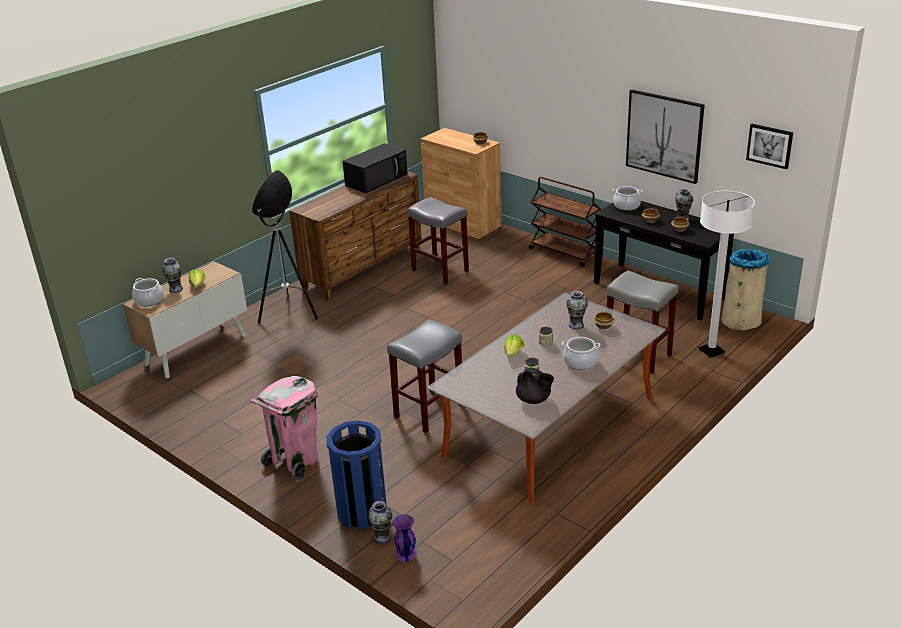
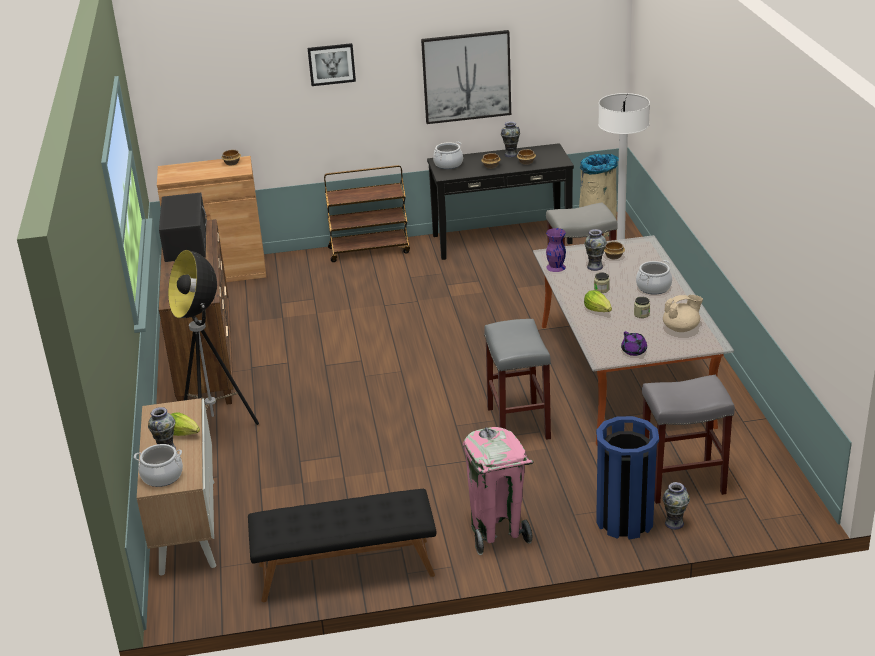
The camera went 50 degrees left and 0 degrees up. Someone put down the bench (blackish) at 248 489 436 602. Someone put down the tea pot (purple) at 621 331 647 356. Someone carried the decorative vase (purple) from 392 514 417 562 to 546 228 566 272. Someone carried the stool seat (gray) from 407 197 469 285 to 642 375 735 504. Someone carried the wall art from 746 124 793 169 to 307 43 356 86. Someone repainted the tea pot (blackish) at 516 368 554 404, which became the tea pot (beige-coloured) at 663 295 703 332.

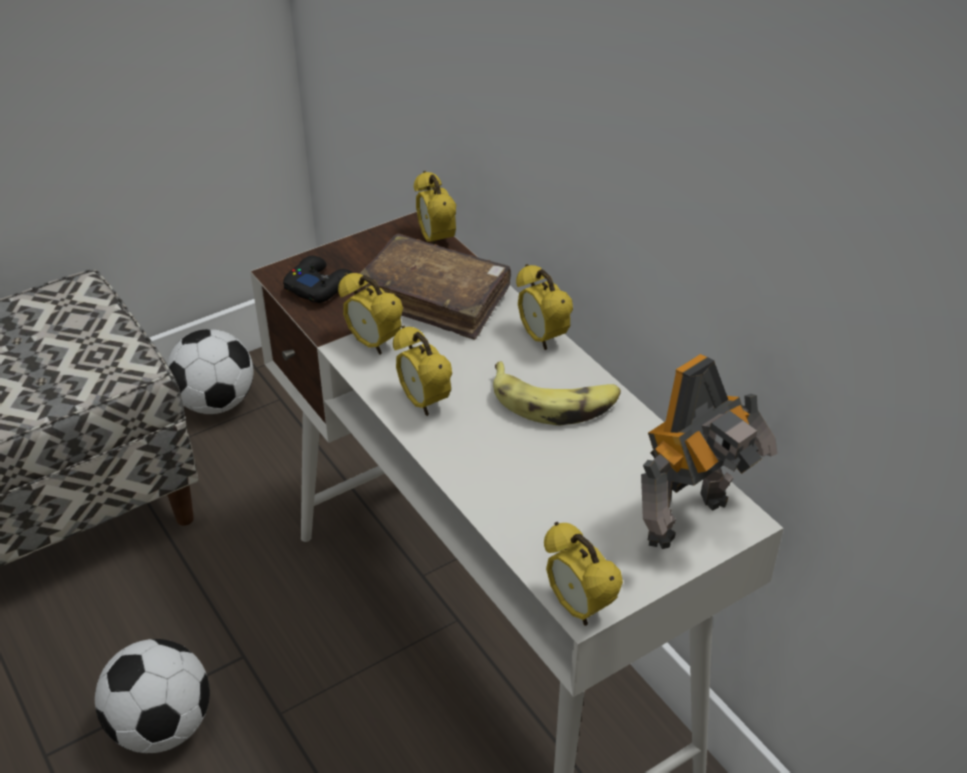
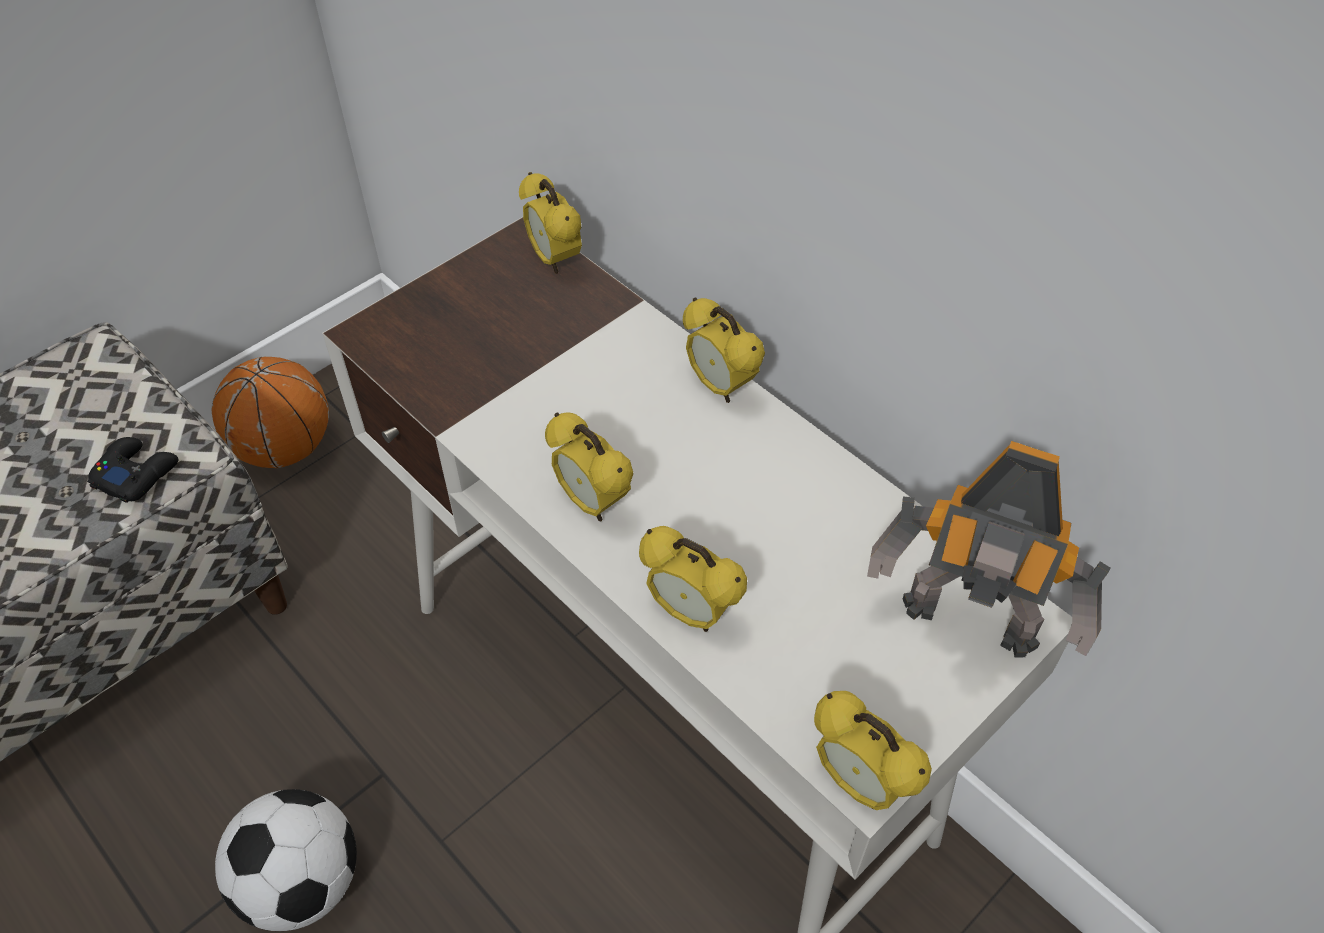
The camera went 10 degrees left and 10 degrees up. Someone took away the book (brownish) at 360 234 511 340. Someone took away the banana at 493 361 621 426. Someone carried the gamepad (blackish) from 283 256 353 303 to 87 437 178 503. Someone carried the alarm clock from 338 273 403 355 to 639 526 747 632. Someone swapped the football ball at 167 329 254 414 for the ball for basketball at 211 357 329 468. Someone rotated the robot figure at 641 354 777 549 by 75 degrees clockwise.

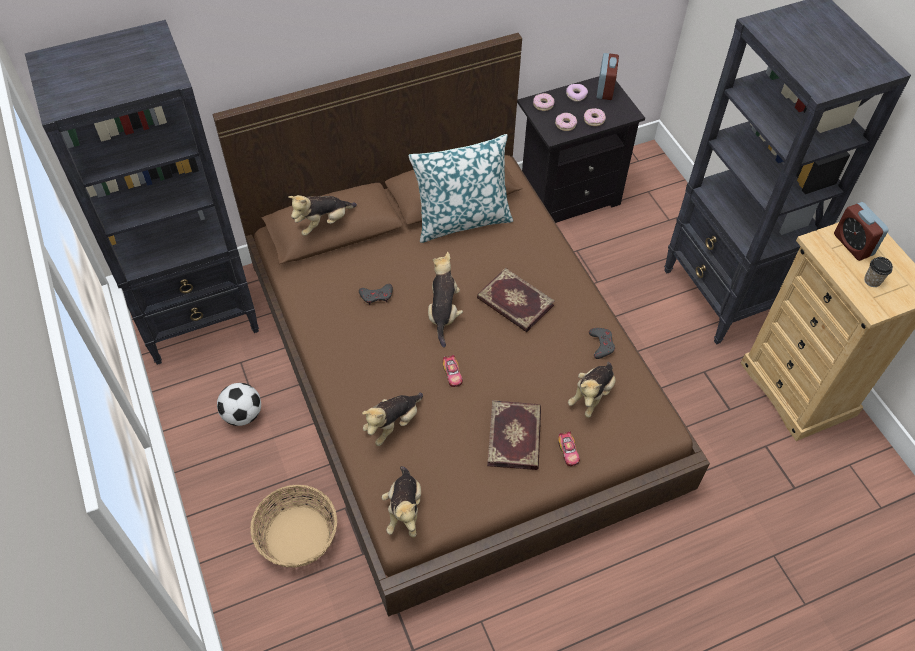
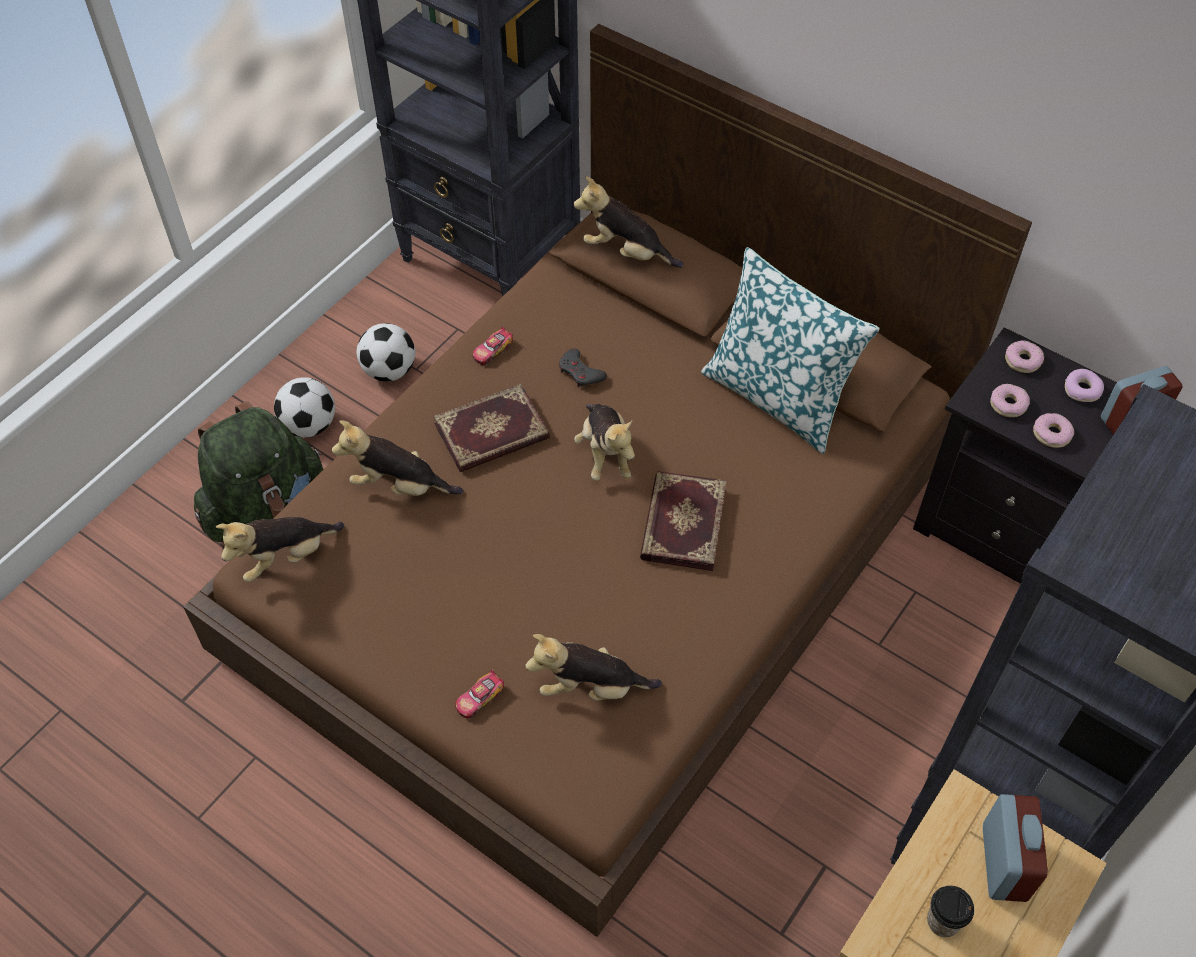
The camera went 60 degrees right and 0 degrees up. Someone took away the gamepad (gray) at 589 328 615 359. Someone put down the football ball at 274 377 335 437. Someone carried the toy car from 443 355 463 387 to 473 326 513 365. Someone carried the book from 487 400 541 470 to 433 384 550 472. Someone swapped the basket at 250 485 337 568 for the rucksack (green) at 194 401 323 542. Someone rotated the cuddly toy at 428 252 463 348 by 105 degrees clockwise. Someone rotated the alarm clock at 834 202 889 261 by 150 degrees clockwise.

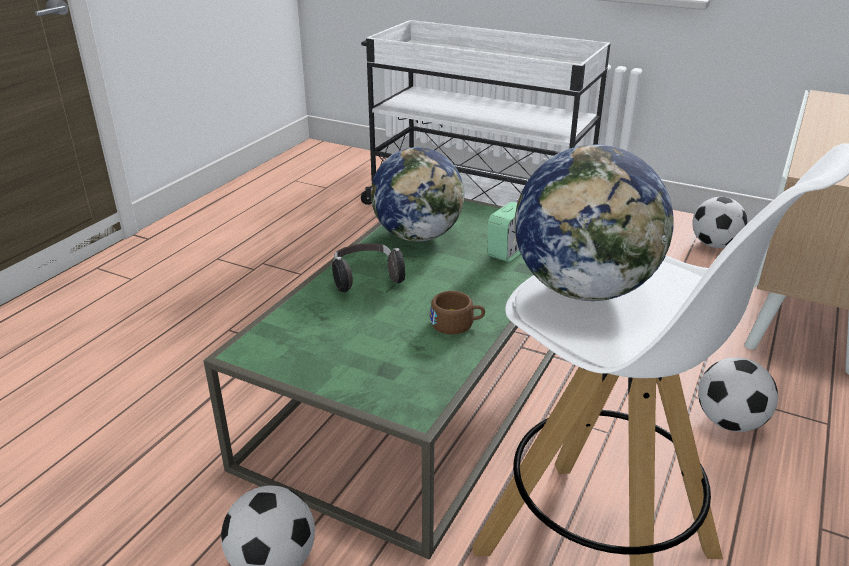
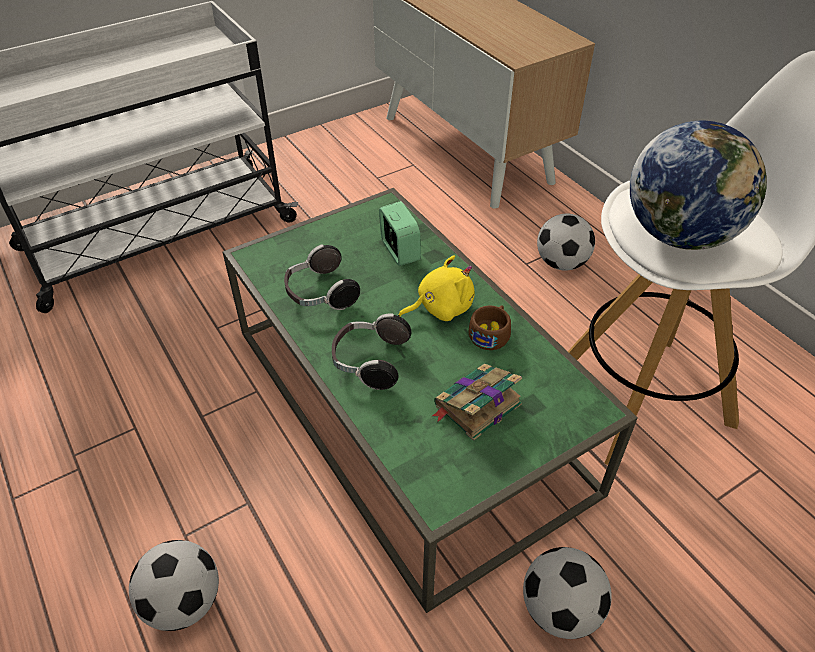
The camera went 60 degrees left and 15 degrees up. Someone put down the cuddly toy (yellowish) at 398 255 475 321. Someone put down the book at 431 363 522 441. Someone carried the football ball from 692 197 747 248 to 129 540 219 631. Someone swapped the world globe at 371 147 464 242 for the headset at 284 244 360 310.

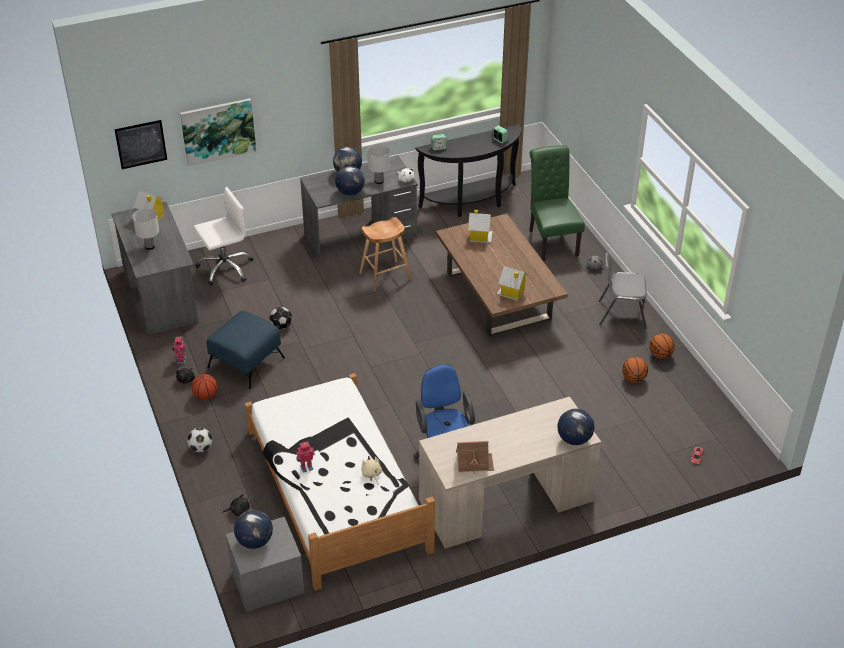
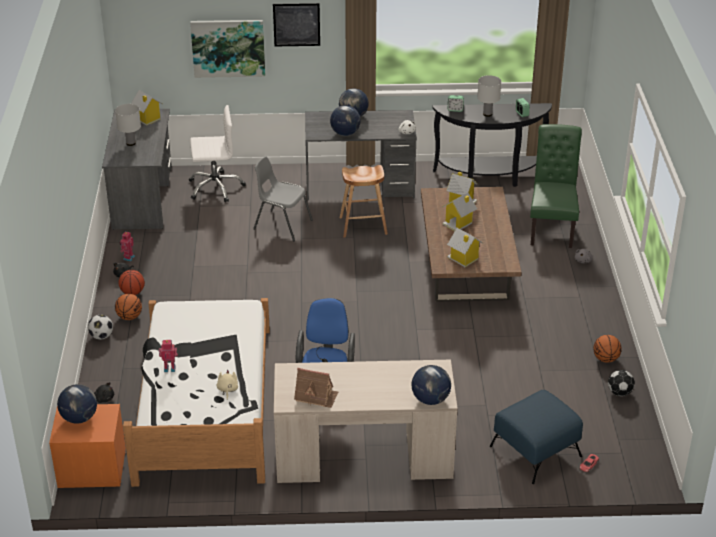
The camera went 20 degrees right and 5 degrees down. Someone put down the model house at 442 193 477 231. Someone carried the wall art from 114 120 167 169 to 273 3 320 46. Someone carried the ottoman (blue-coloured) from 206 311 285 389 to 489 390 583 484. Someone carried the football ball from 270 307 292 329 to 608 370 635 396. Someone carried the table lamp (white) from 367 144 390 184 to 477 75 501 117. Someone carried the upright chair (gray) from 599 253 647 329 to 253 156 313 241. Someone carried the ball for basketball from 622 357 648 383 to 115 294 142 320. Someone repainted the night table (gray) at 226 517 305 612, which became the night table (orange-coloured) at 49 404 126 488.

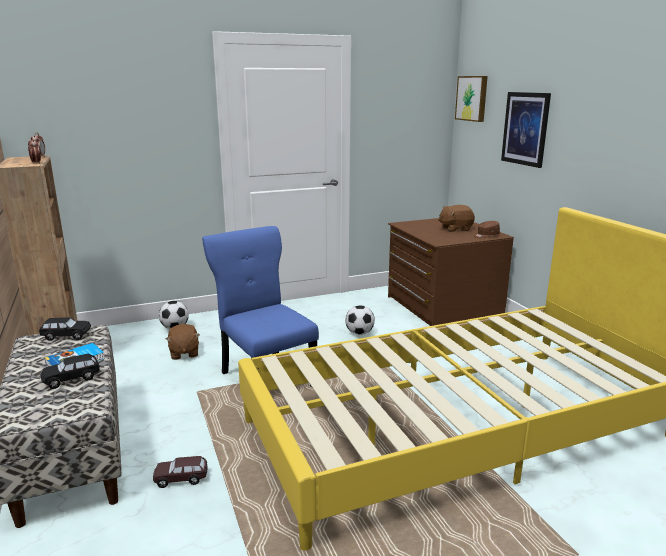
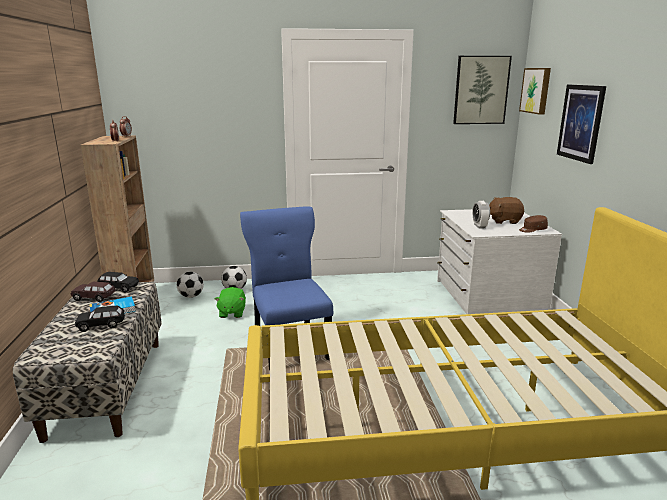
The camera went 15 degrees right and 0 degrees up. Someone put up the wall art at 453 56 512 124. Someone put down the alarm clock at 472 201 490 228. Someone carried the toy car (brownish) from 153 456 208 488 to 71 282 115 302. Someone carried the football ball from 345 305 375 335 to 177 272 204 298. Someone repainted the cuddly toy (brownish) at 166 324 200 360, which became the cuddly toy (green) at 215 287 246 318. Someone repainted the drawer chest (brownish) at 388 218 514 326, which became the drawer chest (white) at 437 209 562 314.

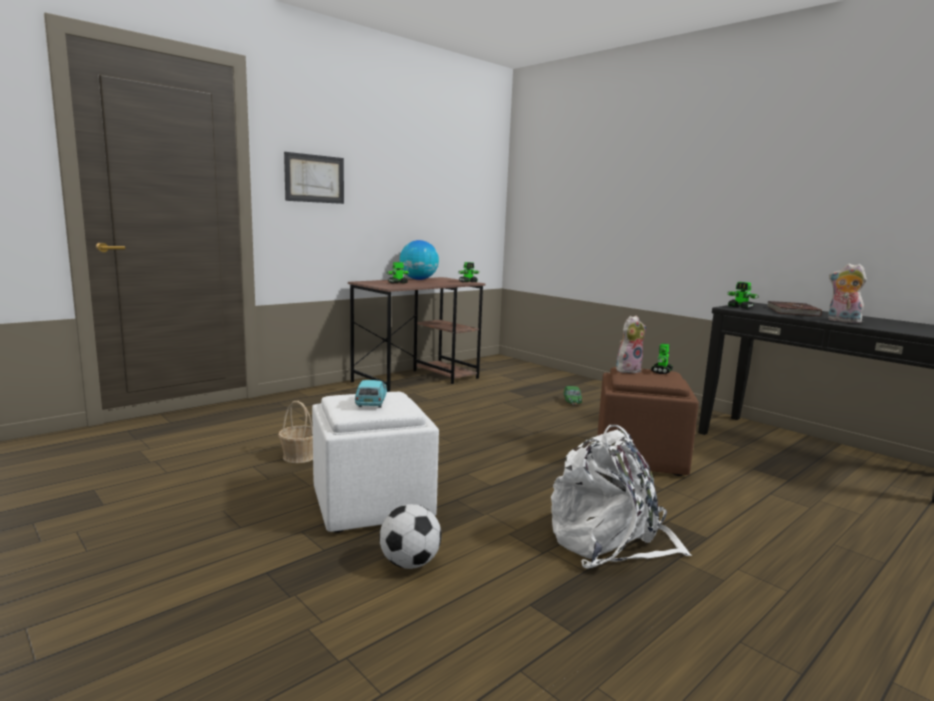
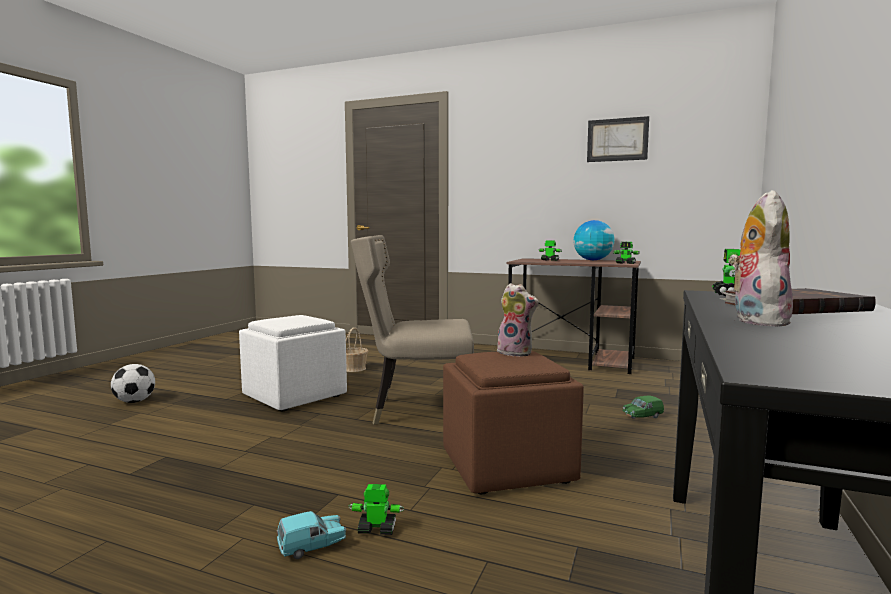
The camera went 65 degrees right and 5 degrees down. Someone took away the rucksack (white) at 551 425 692 569. Someone put down the upright chair (beige-coloured) at 351 235 474 425. Someone carried the wall art from 284 152 344 204 to 587 116 649 162. Someone carried the toy car (turquoise) from 355 380 387 408 to 277 511 346 559. Someone carried the football ball from 379 504 442 569 to 111 364 155 403. Someone carried the robot figure from 651 343 673 374 to 349 484 404 535.

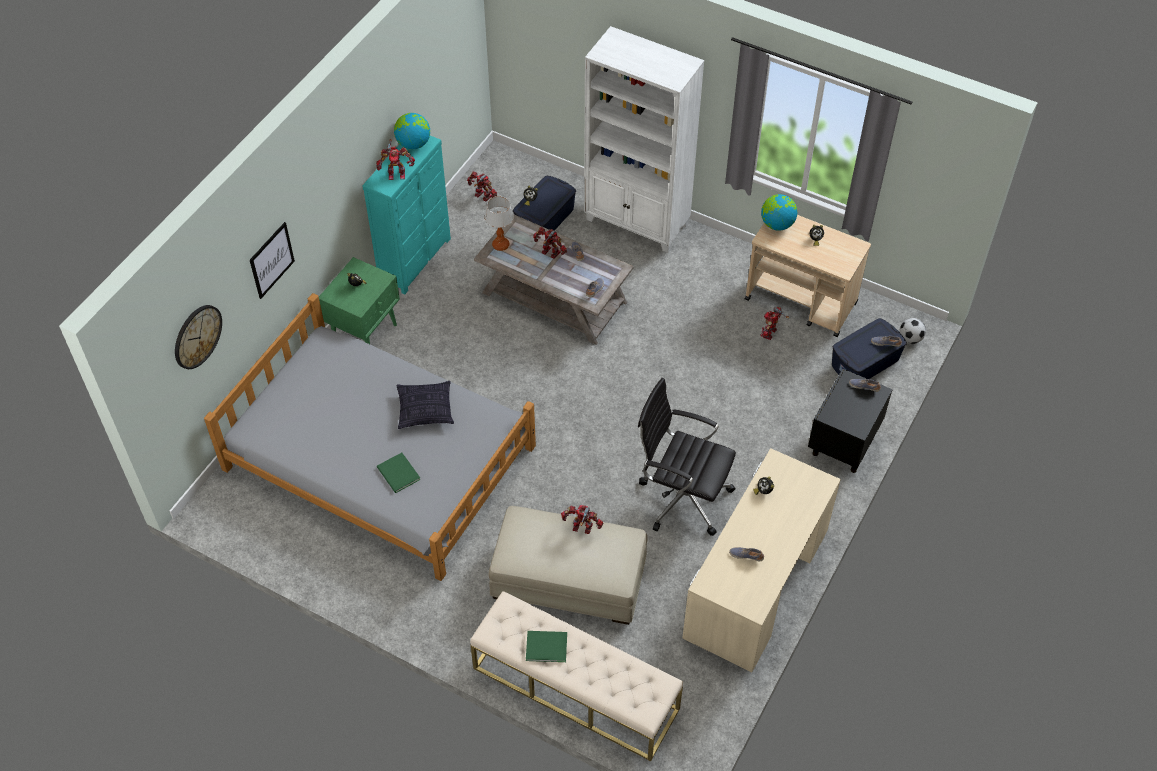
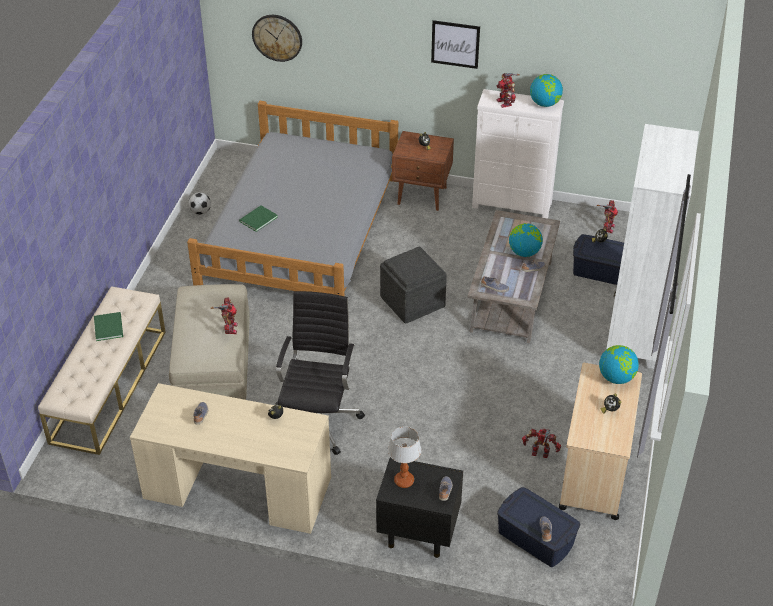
The camera went 75 degrees right and 10 degrees down. Someone took away the pillow at 396 381 454 429. Someone put down the ottoman (gray) at 380 246 447 323. Someone carried the wall art from 250 222 295 299 to 431 20 480 69. Someone carried the table lamp from 485 197 514 251 to 388 427 421 488. Someone carried the football ball from 900 318 926 344 to 188 192 211 215. Someone swapped the robot figure at 533 227 567 259 for the world globe at 509 223 543 257. Someone repainted the night table (green) at 319 257 400 344, which became the night table (brownish) at 392 131 454 211. Someone repainted the drawer chest (turquoise) at 362 135 451 295, which became the drawer chest (white) at 472 89 564 219.

